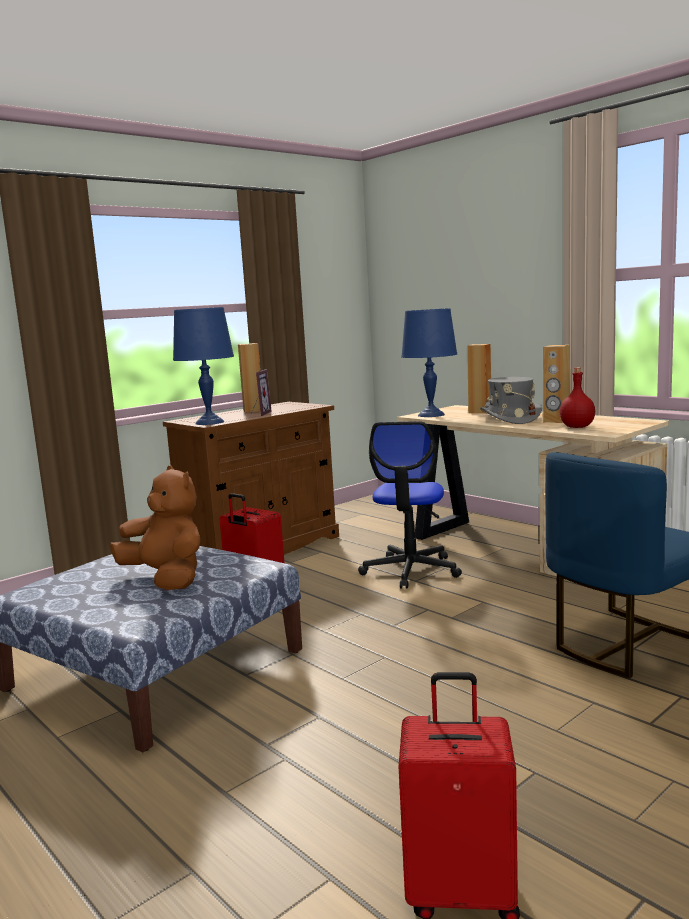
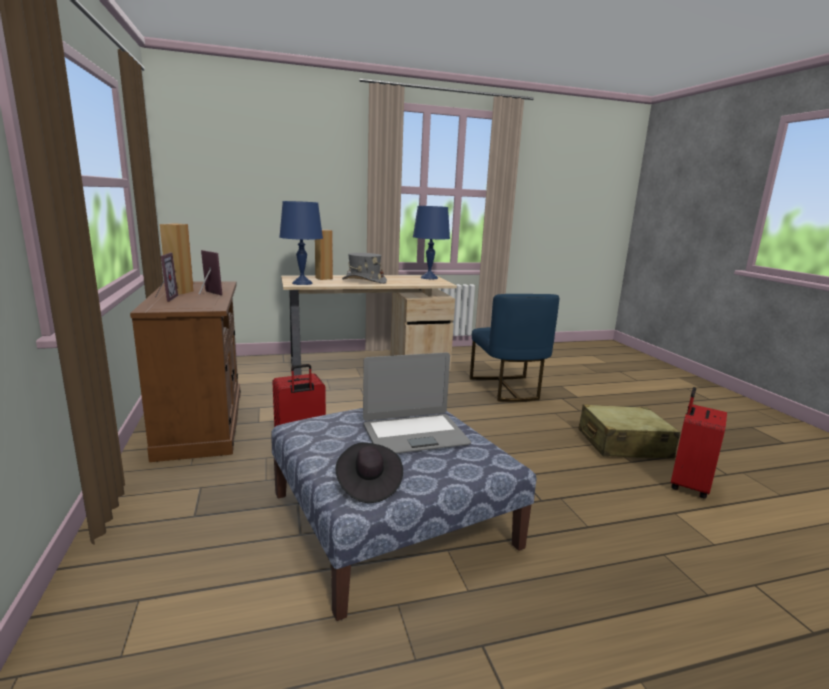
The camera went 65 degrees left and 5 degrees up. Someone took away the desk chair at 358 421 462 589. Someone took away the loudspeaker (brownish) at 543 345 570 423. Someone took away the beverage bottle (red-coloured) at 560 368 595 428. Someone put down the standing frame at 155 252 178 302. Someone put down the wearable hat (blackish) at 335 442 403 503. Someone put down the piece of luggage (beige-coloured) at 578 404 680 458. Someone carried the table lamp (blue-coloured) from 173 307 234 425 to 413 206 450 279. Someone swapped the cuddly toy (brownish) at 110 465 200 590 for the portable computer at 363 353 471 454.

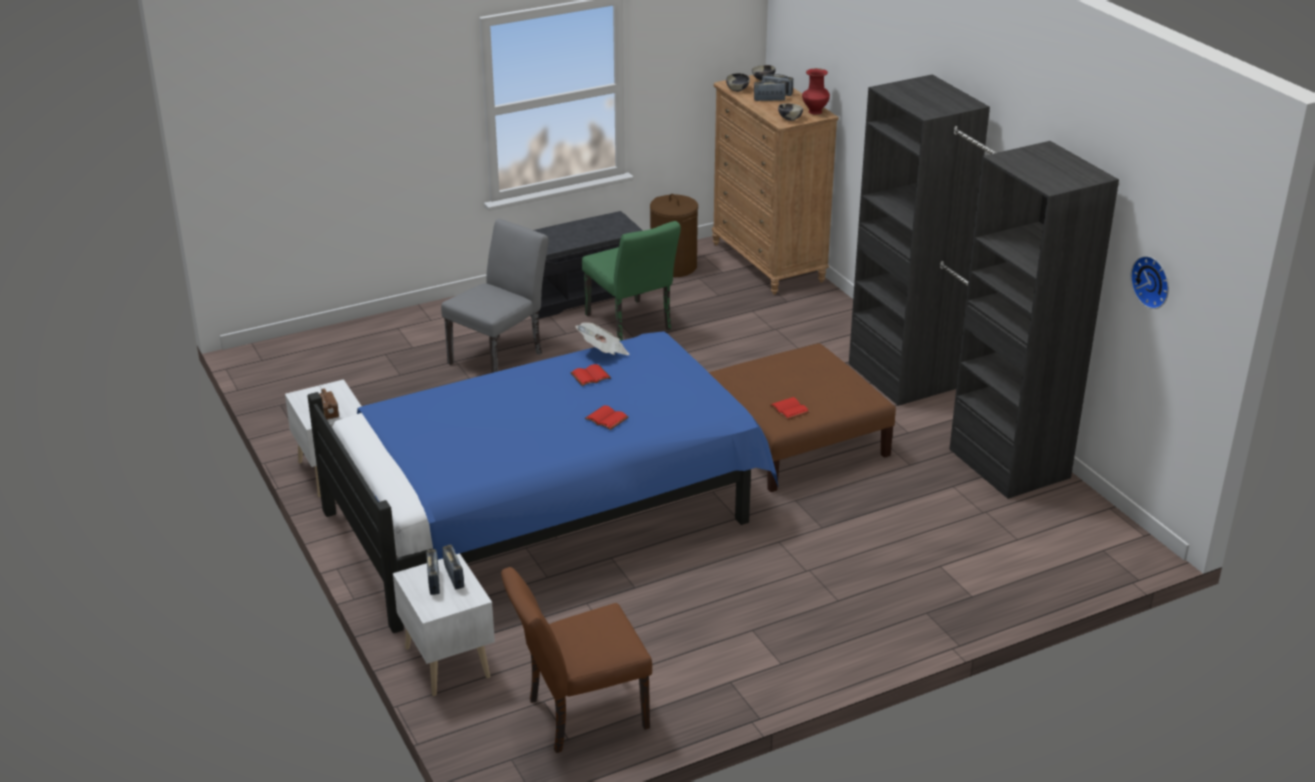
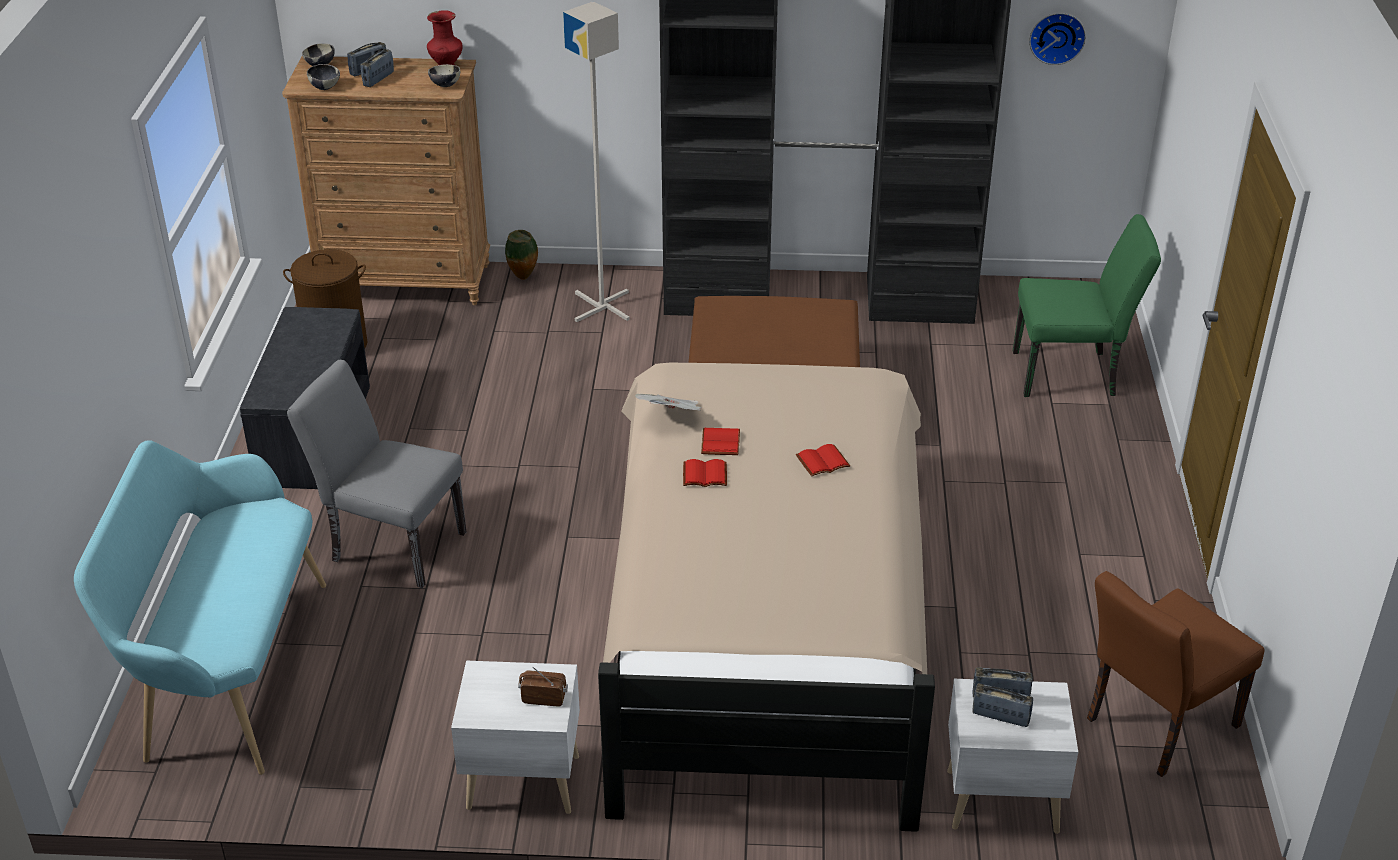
The camera went 60 degrees left and 5 degrees up. Someone put down the bench (turquoise) at 74 440 326 775. Someone put down the decorative vase at 505 230 538 280. Someone put down the floor lamp (gray) at 563 1 630 322. Someone carried the upright chair (green) from 582 221 681 341 to 1013 214 1161 397. Someone carried the book (red-coloured) from 770 397 810 420 to 683 459 727 487. Someone repainted the sleeping bed (blue-coloured) at 307 331 778 633, which became the sleeping bed (beige-coloured) at 598 363 935 832. Someone rotated the upright chair (gray) at 441 219 549 373 by 45 degrees counterclockwise. Someone rotated the upright chair (brownish) at 501 567 652 753 by 45 degrees clockwise.

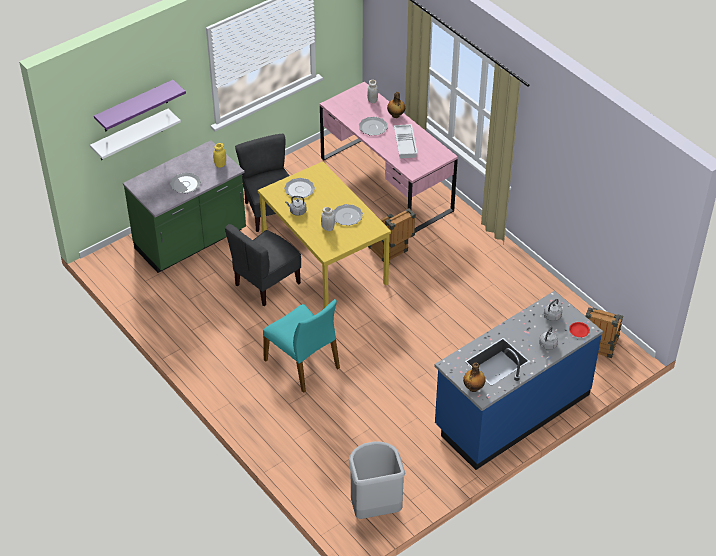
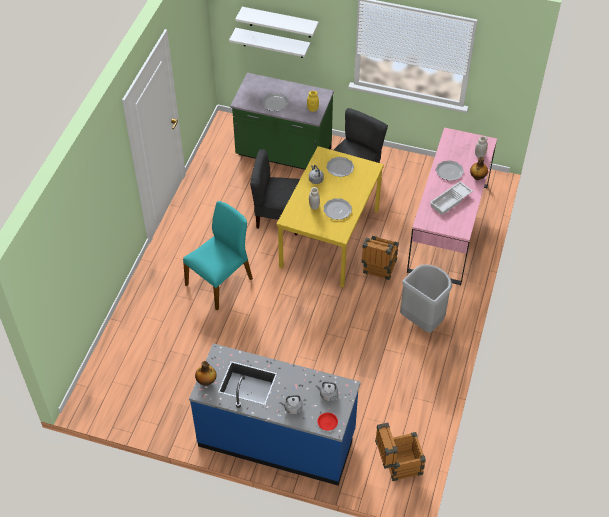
The camera went 55 degrees right and 5 degrees up. Someone carried the waste bin (gray) from 349 441 406 519 to 400 264 452 333. Someone repainted the bracket shelf (purple) at 94 80 186 132, which became the bracket shelf (white) at 235 7 319 38. Someone rotated the upright chair (turquoise) at 263 299 340 393 by 150 degrees counterclockwise.

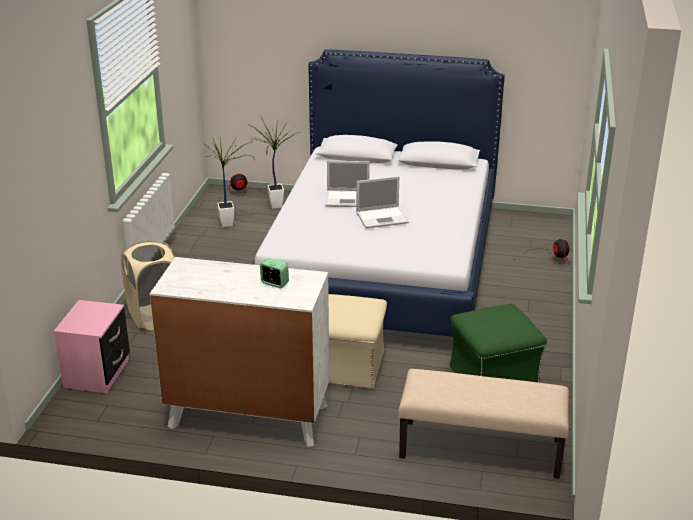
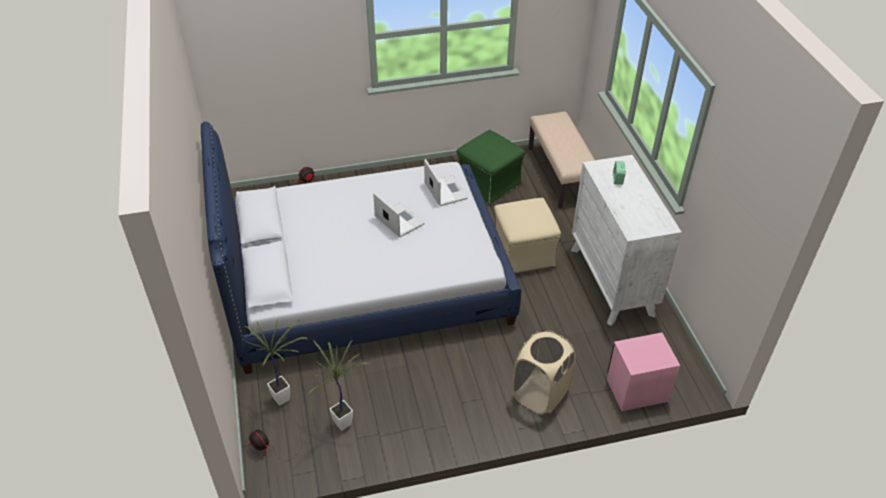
The camera went 115 degrees left and 15 degrees up. Someone carried the portable computer from 325 161 370 207 to 424 159 468 206.

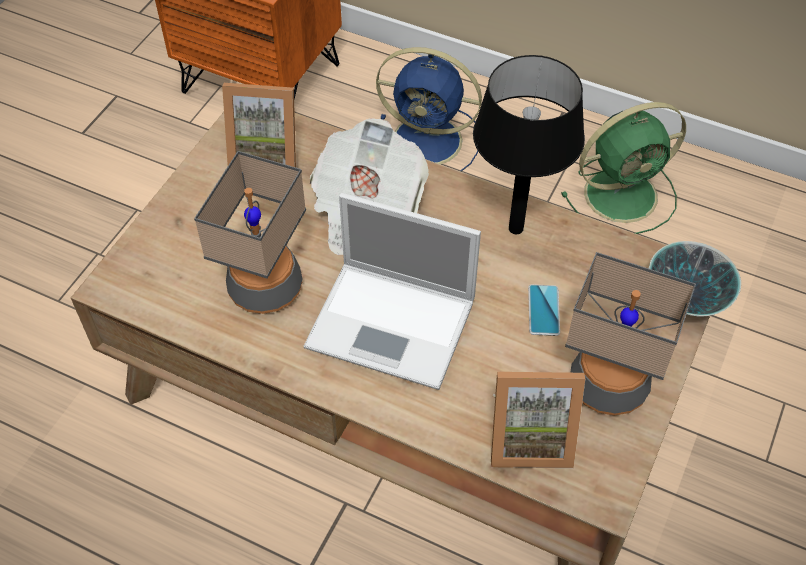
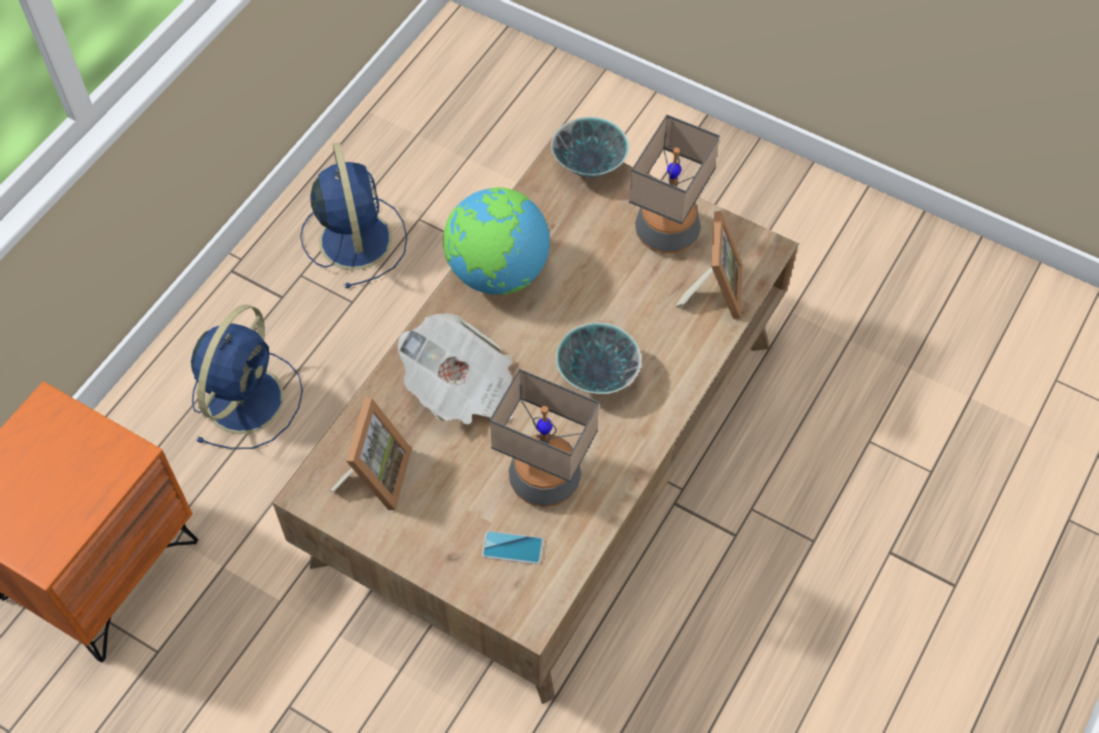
The camera went 85 degrees left and 5 degrees up. Someone carried the phone from 528 284 560 336 to 482 531 543 564. Someone swapped the portable computer at 304 193 481 390 for the bowl at 556 322 641 394. Someone swapped the table lamp (blackish) at 473 55 585 234 for the world globe at 443 187 550 295. Someone repainted the electric fan (green) at 561 102 686 234, which became the electric fan (blue-coloured) at 300 142 407 289.

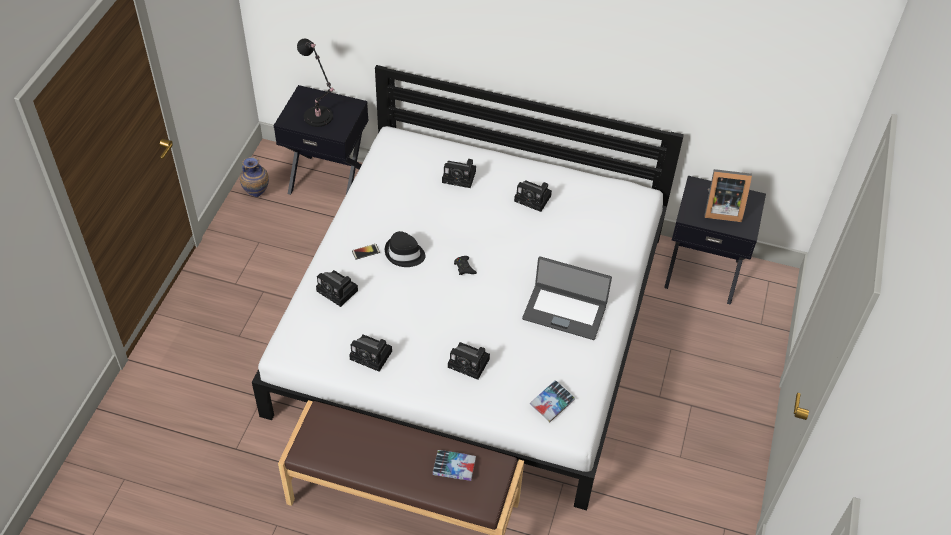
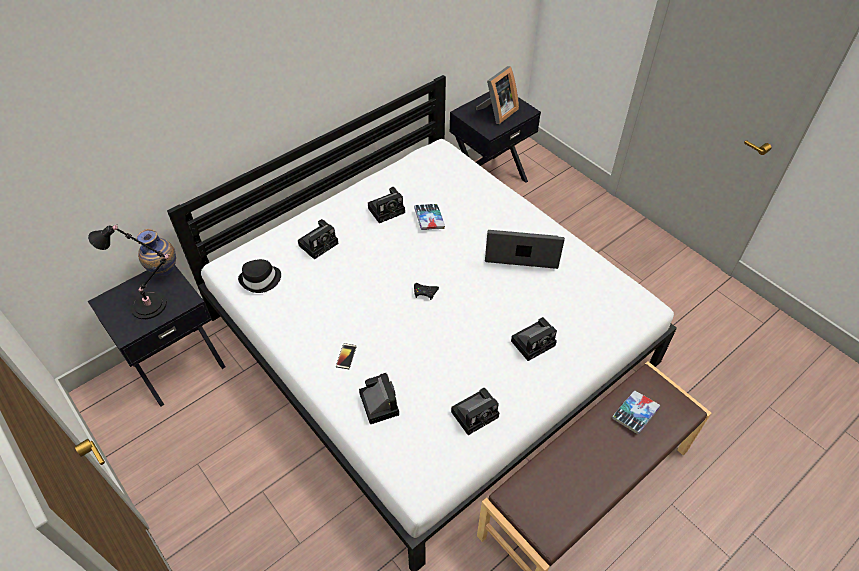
The camera went 55 degrees left and 0 degrees up. Someone carried the decorative vase from 240 157 269 197 to 136 229 176 276. Someone carried the wearable hat (blackish) from 385 231 426 267 to 238 259 281 293. Someone carried the book from 530 380 575 423 to 414 204 445 230. Someone rotated the still camera at 316 270 358 307 by 90 degrees counterclockwise. Someone rotated the portable computer at 522 256 612 340 by 135 degrees counterclockwise.

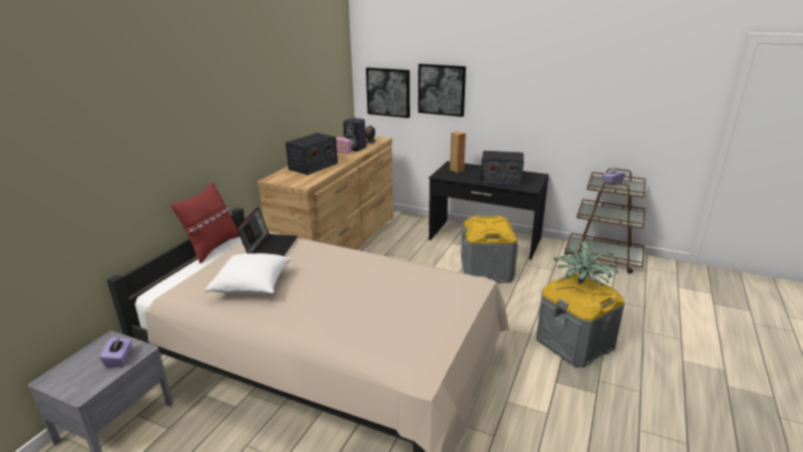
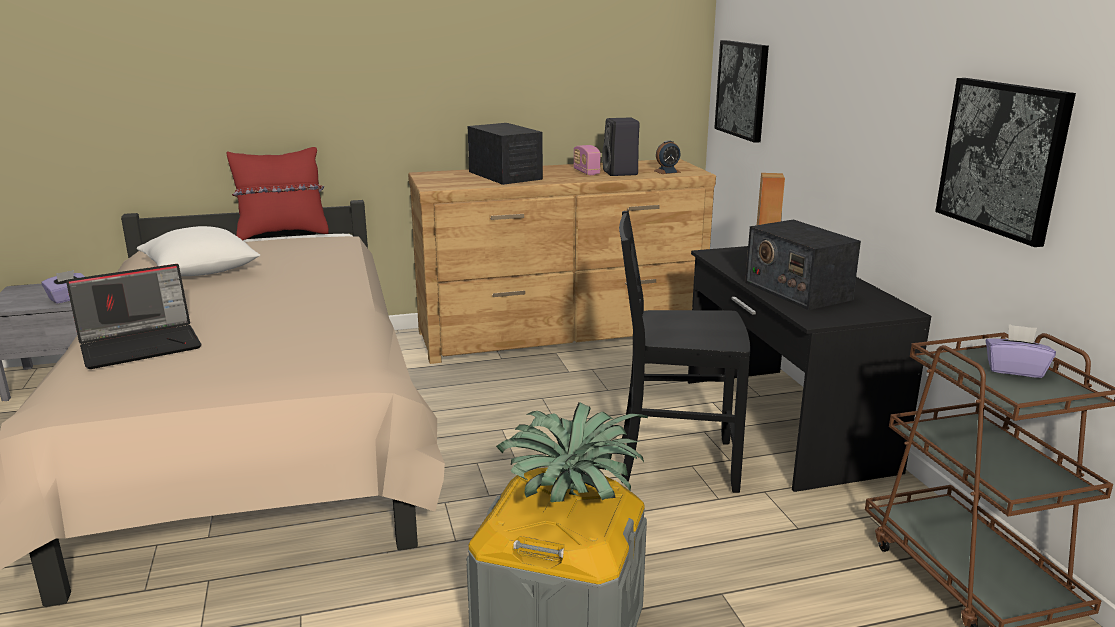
The camera went 50 degrees right and 5 degrees down. Someone carried the portable computer from 236 207 298 256 to 66 264 202 369. Someone carried the wall art from 418 64 466 117 to 935 78 1076 247. Someone swapped the storage box (gray) at 461 215 518 283 for the upright chair (blackish) at 619 211 750 493. Someone rotated the radio receiver at 285 133 338 175 by 120 degrees counterclockwise.

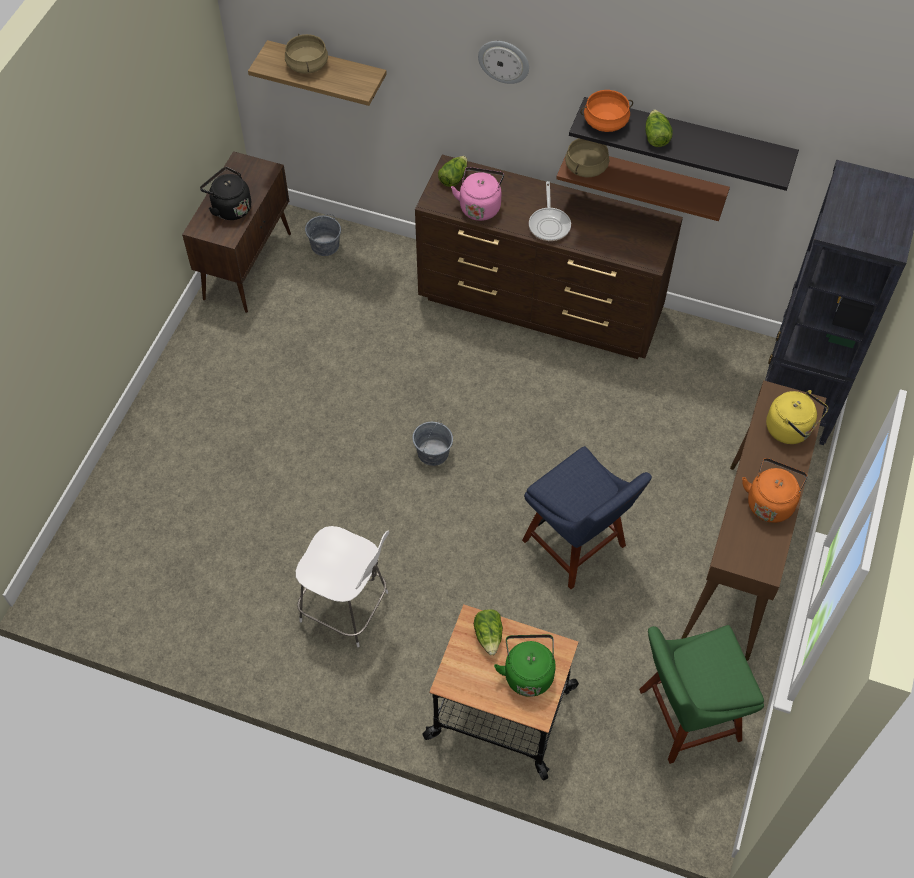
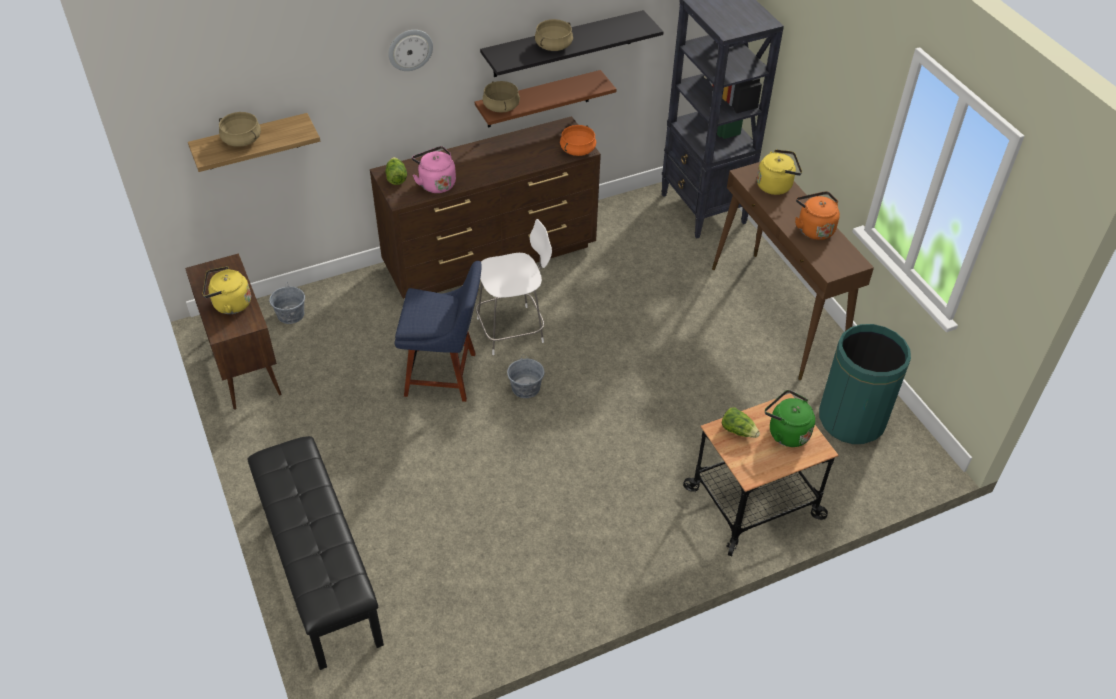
The camera went 45 degrees left and 10 degrees down. Someone took away the pan at 529 181 571 241. Someone put down the bench (blackish) at 248 436 384 670. Someone carried the upright chair (white) from 296 526 389 647 to 476 219 552 355. Someone carried the upright chair (blue-coloured) from 522 446 652 589 to 395 261 482 402. Someone carried the saucepot (orange-coloured) from 580 90 633 132 to 560 125 596 156. Someone swapped the upright chair (green) at 639 625 764 764 for the waste bin (green) at 819 324 911 444. Someone swapped the lettuce head at 645 110 673 147 for the saucepot (beige-coloured) at 535 19 573 51. Someone repainted the water kettle (blackish) at 200 167 251 220, which became the water kettle (yellowish) at 203 266 251 314.

